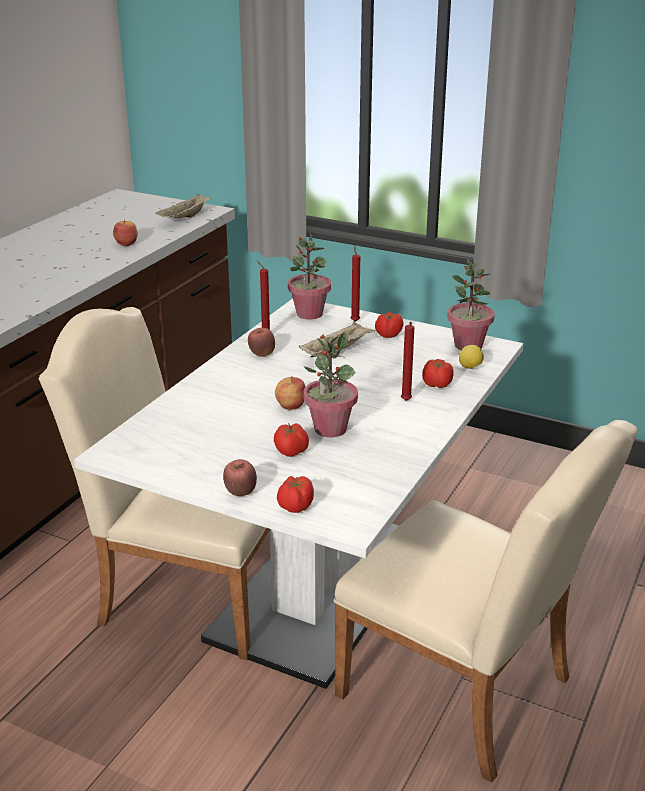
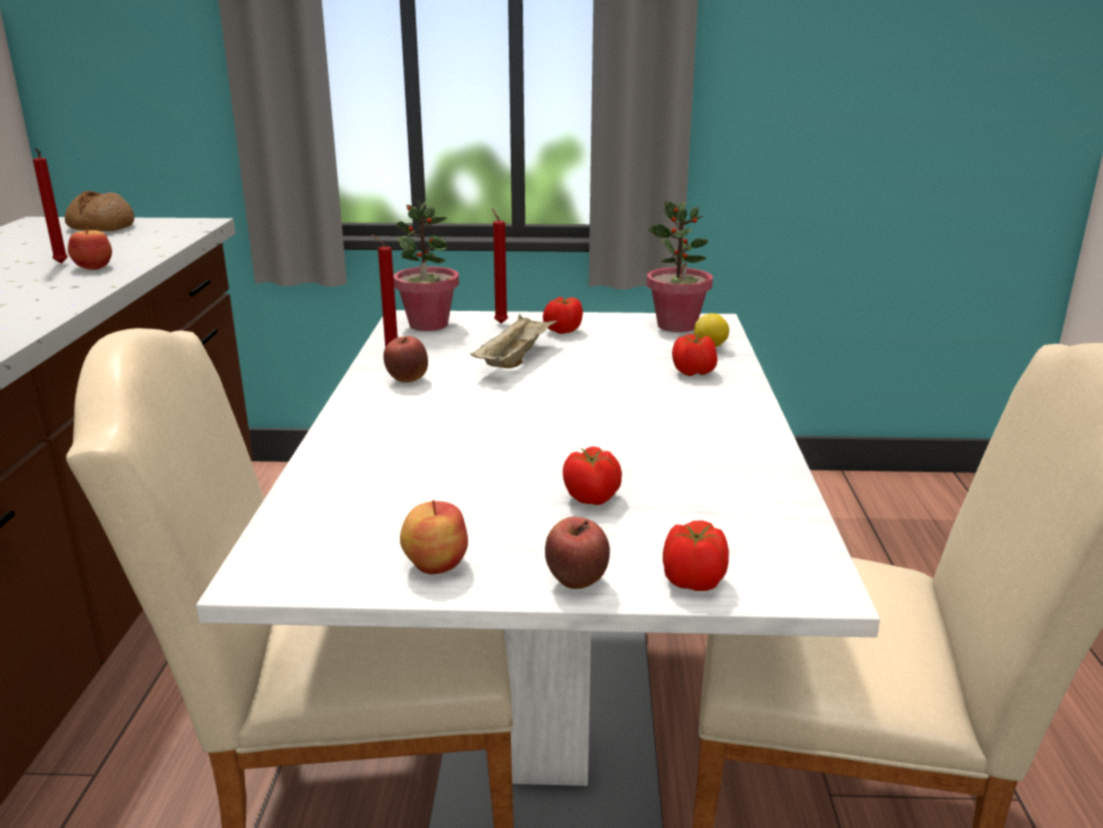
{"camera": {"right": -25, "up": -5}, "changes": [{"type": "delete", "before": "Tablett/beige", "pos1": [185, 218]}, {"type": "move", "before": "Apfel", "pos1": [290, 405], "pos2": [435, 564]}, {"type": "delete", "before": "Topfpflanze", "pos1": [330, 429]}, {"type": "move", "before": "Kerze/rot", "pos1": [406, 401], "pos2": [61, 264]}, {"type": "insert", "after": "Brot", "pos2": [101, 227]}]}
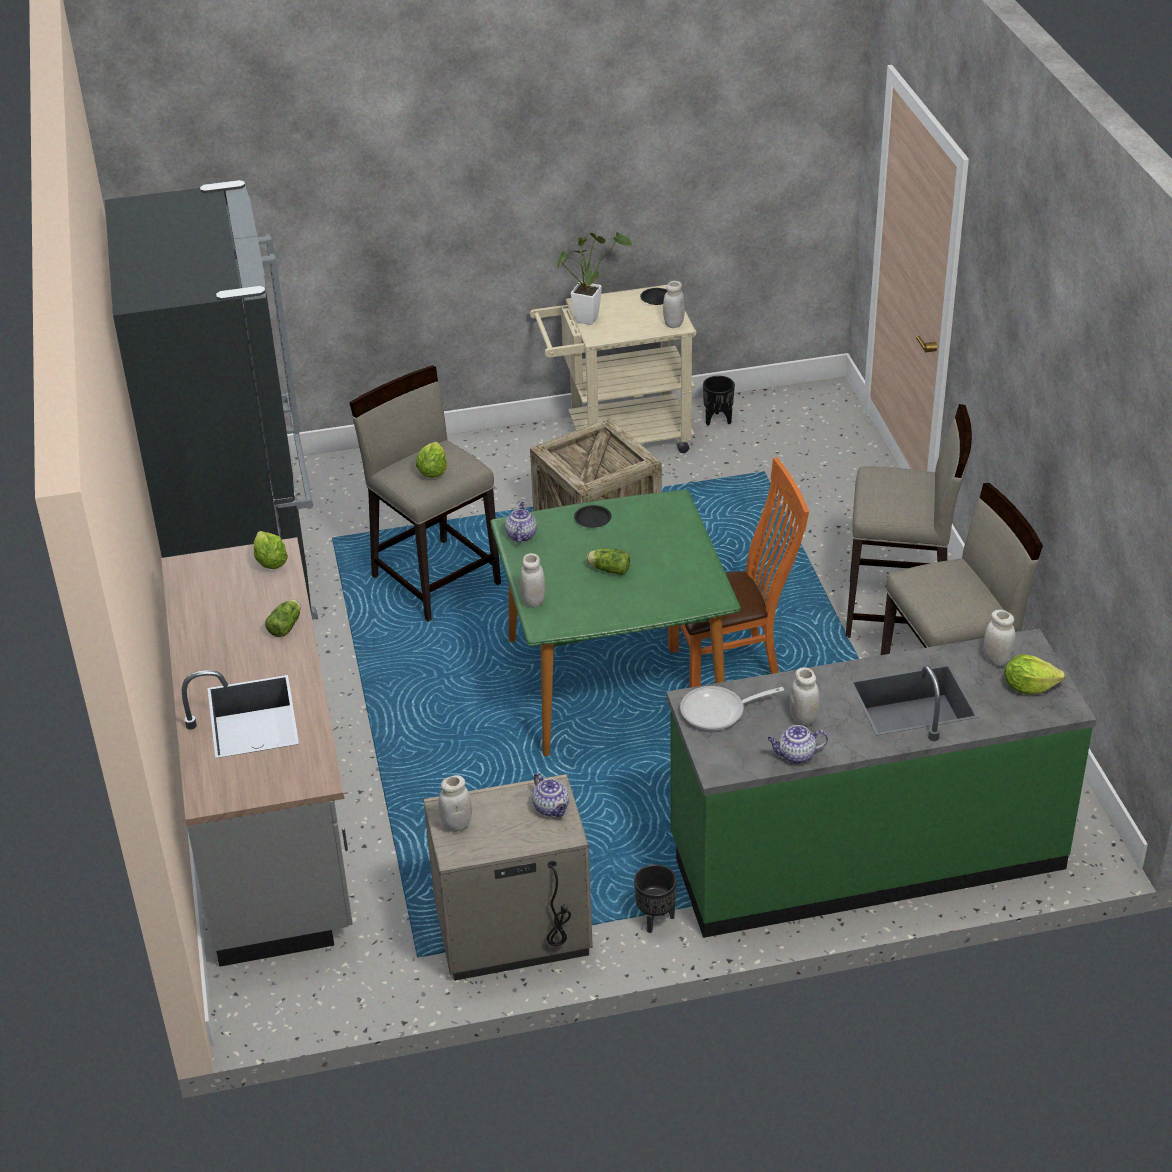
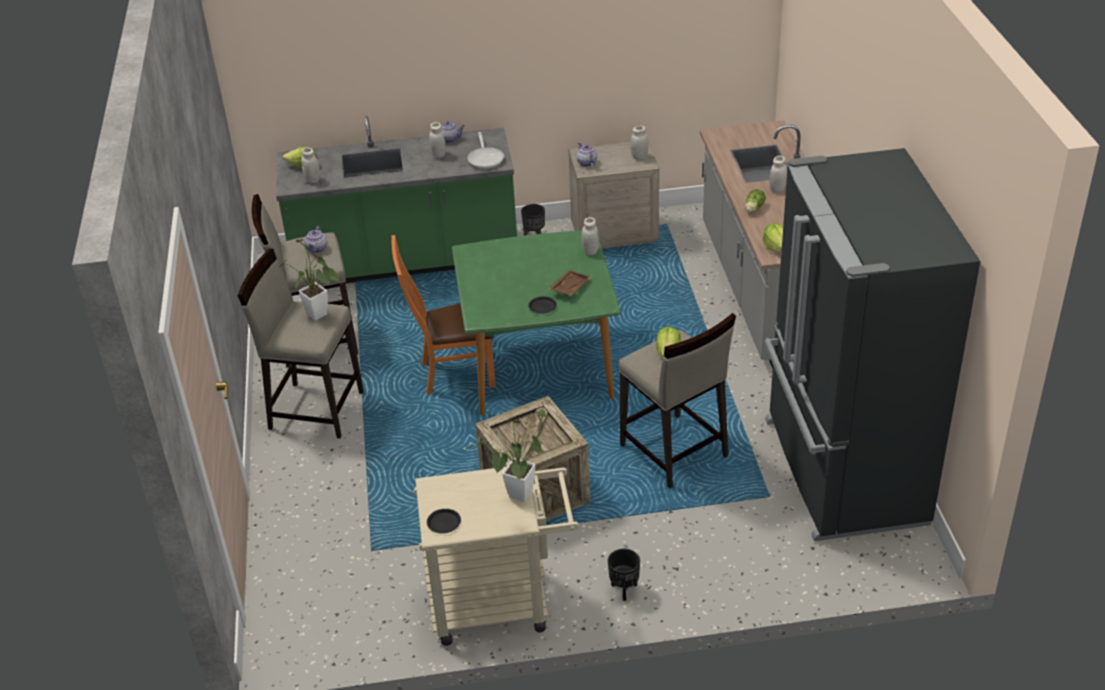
{"camera": {"right": -175, "up": 0}, "changes": [{"type": "move", "before": "Teekanne", "pos1": [521, 535], "pos2": [317, 249]}, {"type": "delete", "before": "Salatkopf", "pos1": [608, 569]}, {"type": "move", "before": "Vorratsglas/weiß", "pos1": [673, 324], "pos2": [777, 189]}, {"type": "rotate", "before": "Pfanne", "pos1": [718, 712], "pos2": [486, 158], "turn": 90}, {"type": "move", "before": "Pflanzkübel/schwarz", "pos1": [718, 420], "pos2": [624, 590]}, {"type": "insert", "after": "Topfpflanze", "pos2": [319, 317]}, {"type": "insert", "after": "Tablett/braun", "pos2": [569, 287]}]}
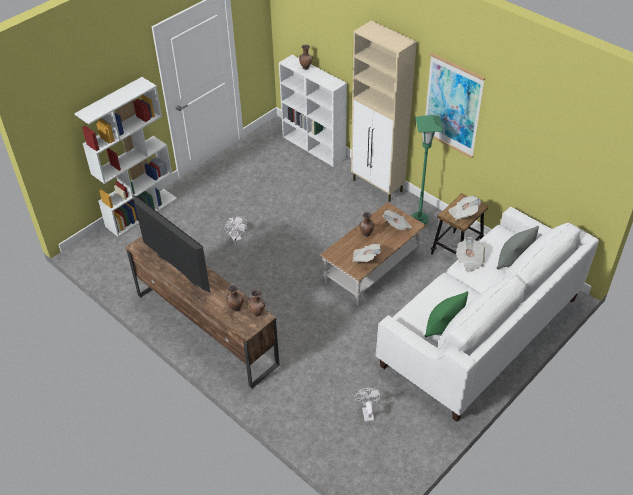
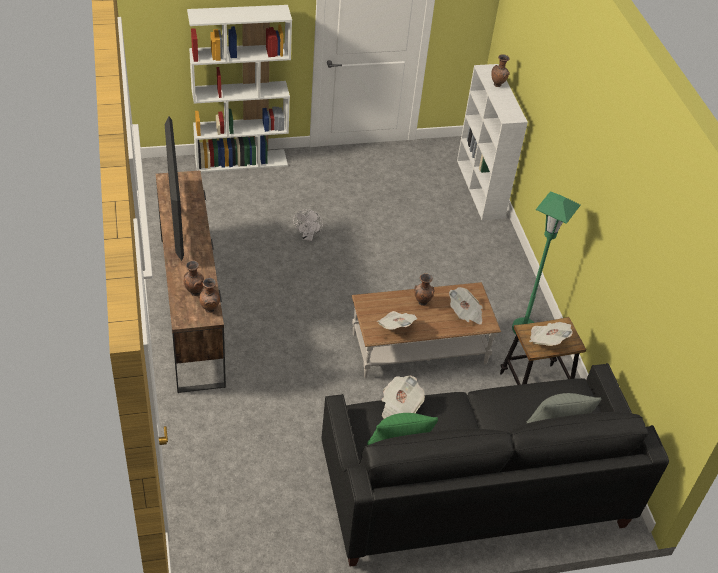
{"camera": {"right": 30, "up": 0}, "changes": [{"type": "delete", "before": "Schrank/beige", "pos1": [378, 186]}, {"type": "delete", "before": "Ventilator/weiß", "pos1": [367, 412]}, {"type": "recolor", "before": "Sofa/weiß", "after": "Sofa/schwarz", "pos1": [480, 330], "pos2": [474, 488]}, {"type": "delete", "before": "Bild", "pos1": [453, 106]}, {"type": "move", "before": "Zeitung", "pos1": [469, 260], "pos2": [399, 406]}]}
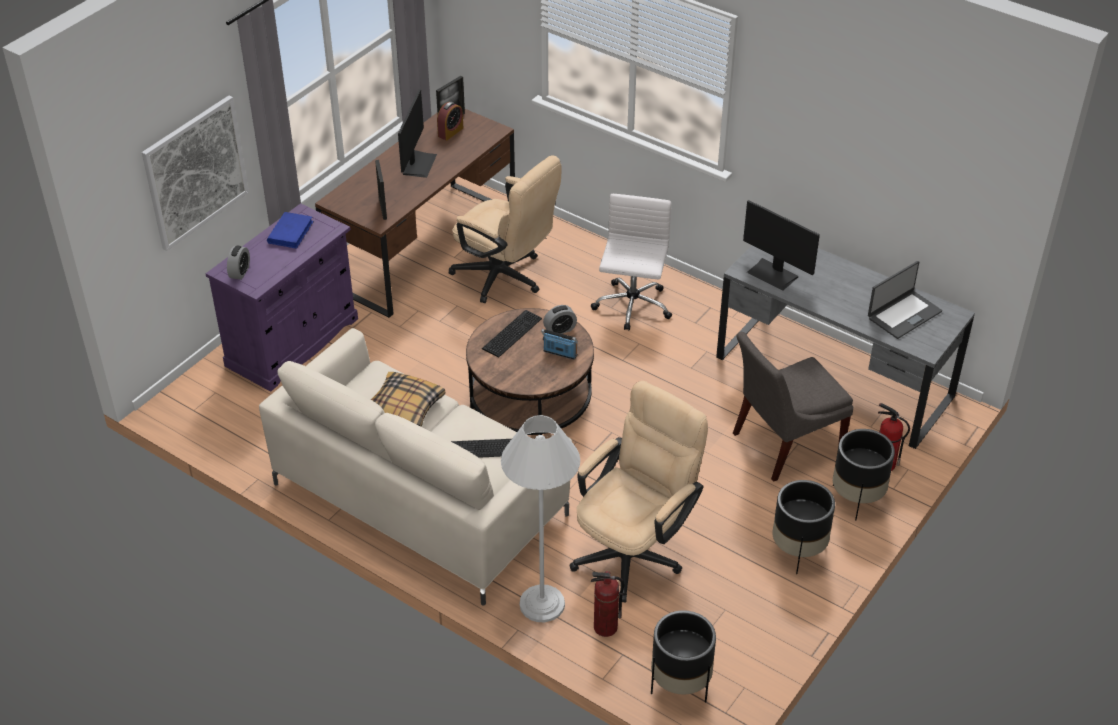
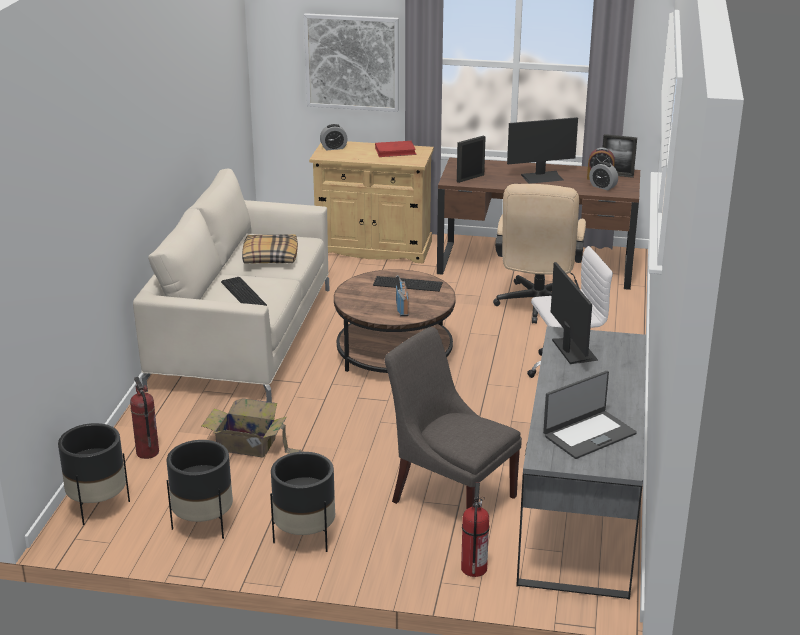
{"camera": {"right": 65, "up": -15}, "changes": [{"type": "recolor", "before": "Schrank/lila", "after": "Schrank/beige", "pos1": [292, 342], "pos2": [373, 248]}, {"type": "recolor", "before": "Buch/blau", "after": "Buch/rot", "pos1": [290, 232], "pos2": [395, 151]}, {"type": "delete", "before": "Stehlampe/weiß", "pos1": [542, 604]}, {"type": "move", "before": "Wecker", "pos1": [560, 330], "pos2": [602, 187]}, {"type": "replace", "before": "Bürostuhl/beige", "after": "Karton", "pos1": [634, 550], "pos2": [248, 445]}, {"type": "rotate", "before": "Monitor", "pos1": [773, 274], "pos2": [573, 350], "turn": 150}, {"type": "move", "before": "Pflanzkübel/schwarz", "pos1": [856, 499], "pos2": [203, 524]}, {"type": "rotate", "before": "Laptop", "pos1": [903, 314], "pos2": [588, 434], "turn": -60}]}
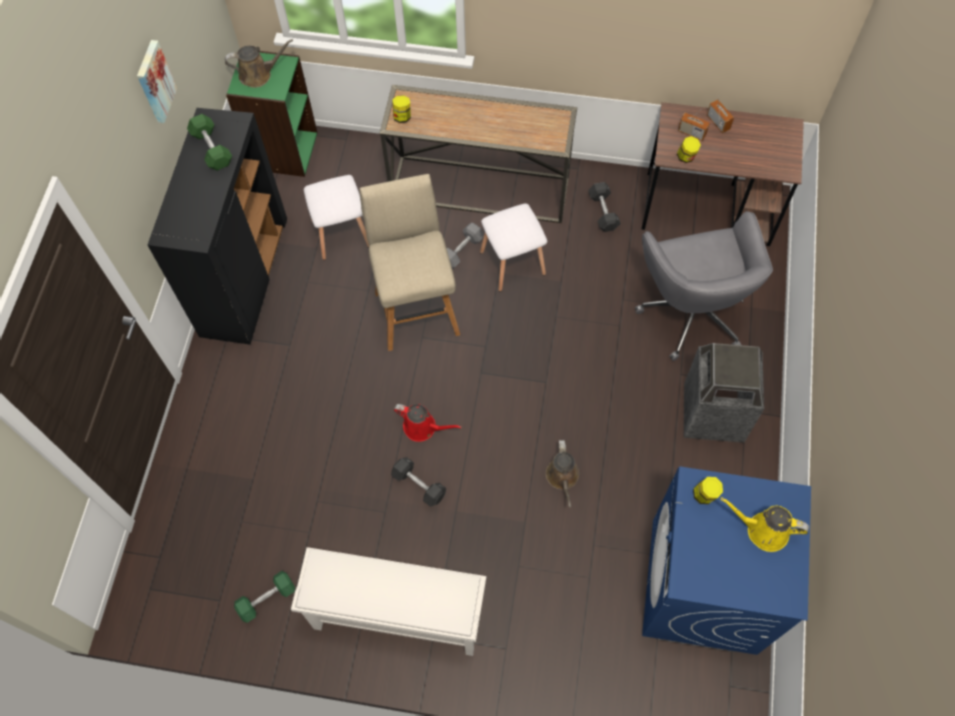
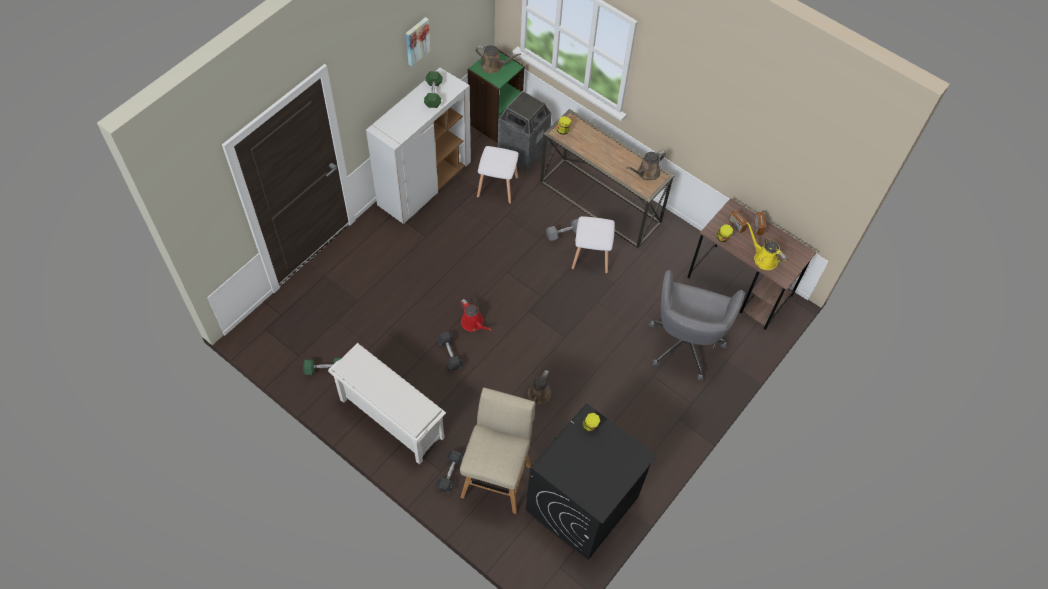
{"camera": {"right": 25, "up": -5}, "changes": [{"type": "recolor", "before": "Schrank/schwarz", "after": "Schrank/weiß", "pos1": [244, 277], "pos2": [424, 184]}, {"type": "move", "before": "Hocker/beige", "pos1": [416, 310], "pos2": [497, 478]}, {"type": "move", "before": "Hantel/grau", "pos1": [603, 212], "pos2": [450, 474]}, {"type": "recolor", "before": "Waschmaschine/blau", "after": "Waschmaschine/schwarz", "pos1": [703, 587], "pos2": [582, 504]}, {"type": "move", "before": "Mülleimer", "pos1": [712, 414], "pos2": [522, 151]}, {"type": "move", "before": "Gießkanne/gelb", "pos1": [763, 530], "pos2": [763, 258]}, {"type": "insert", "after": "Gießkanne/braun", "pos2": [646, 173]}]}
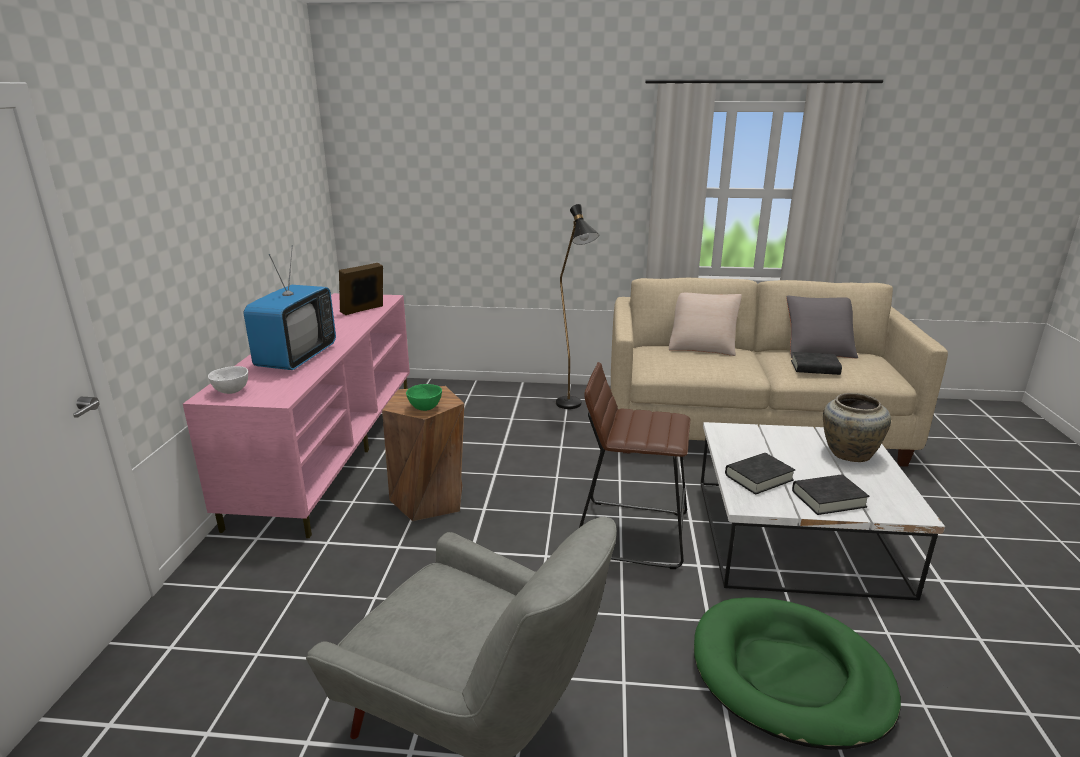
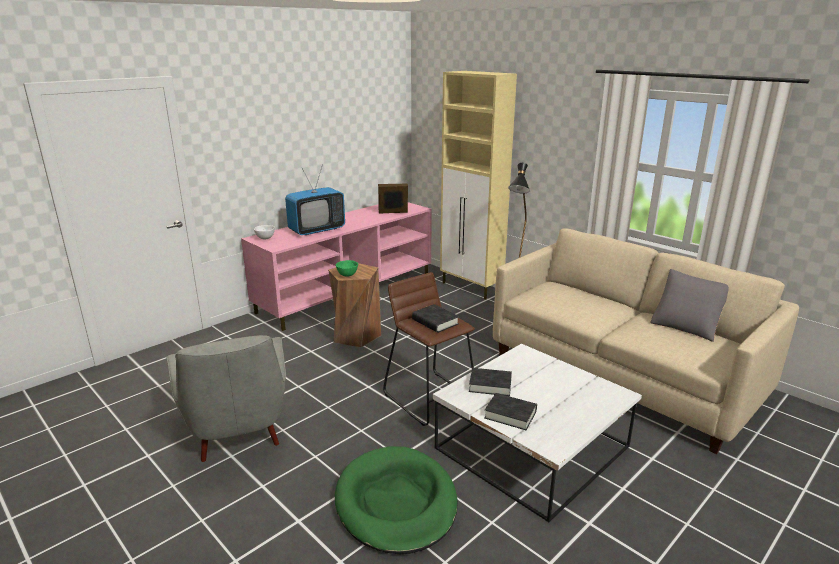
{"camera": {"right": 40, "up": 0}, "changes": [{"type": "delete", "before": "Kissen/beige", "pos1": [702, 347]}, {"type": "move", "before": "Buch/schwarz", "pos1": [815, 368], "pos2": [435, 322]}, {"type": "delete", "before": "Vase/beige", "pos1": [848, 453]}, {"type": "insert", "after": "Schrank/beige", "pos2": [471, 288]}]}
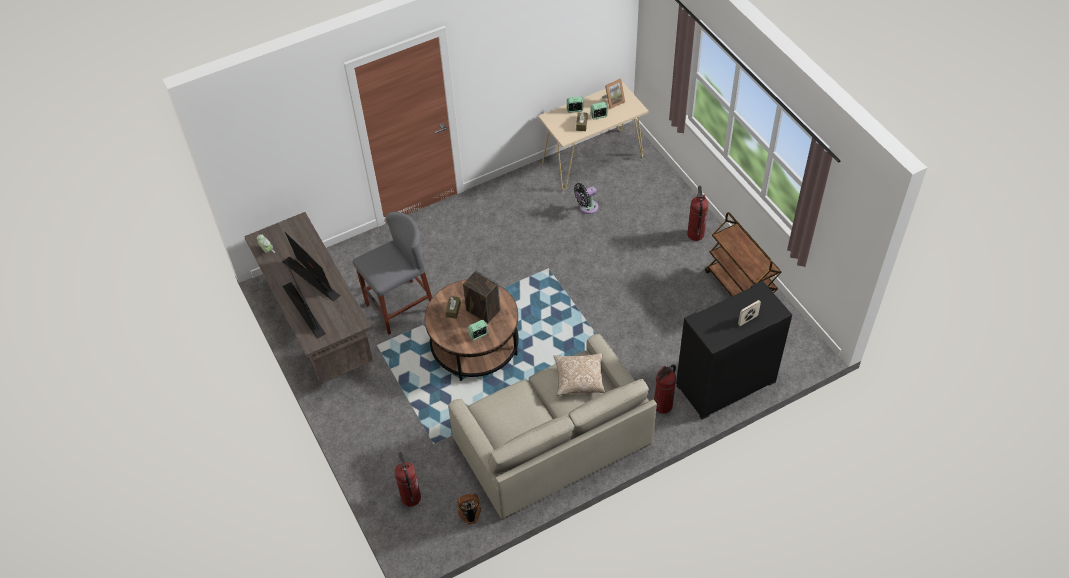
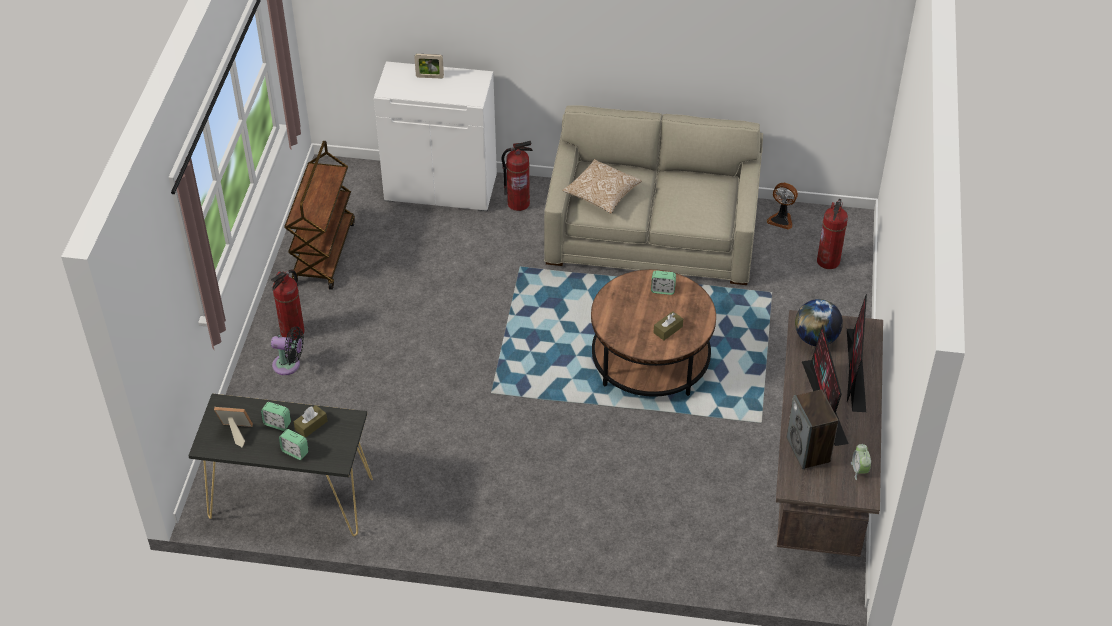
{"camera": {"right": -145, "up": -5}, "changes": [{"type": "delete", "before": "Hocker/grau", "pos1": [400, 307]}, {"type": "move", "before": "Lautsprecher", "pos1": [483, 310], "pos2": [808, 450]}, {"type": "recolor", "before": "Konsolentisch/beige", "after": "Konsolentisch/schwarz", "pos1": [593, 159], "pos2": [290, 498]}, {"type": "move", "before": "Ventilator/schwarz", "pos1": [586, 207], "pos2": [289, 365]}, {"type": "recolor", "before": "Schrank/schwarz", "after": "Schrank/weiß", "pos1": [725, 384], "pos2": [441, 187]}, {"type": "insert", "after": "Globus", "pos2": [816, 338]}]}
